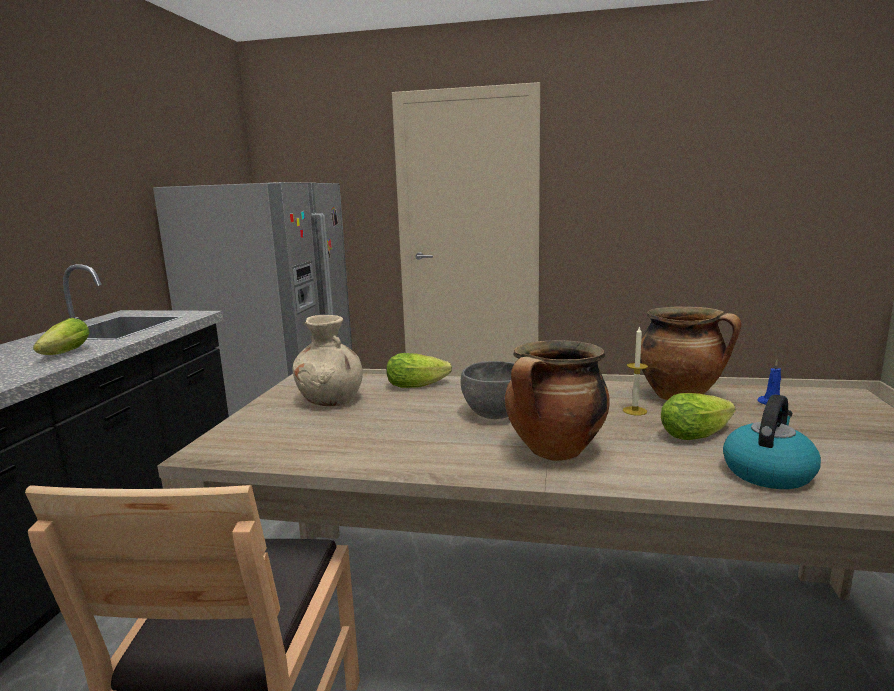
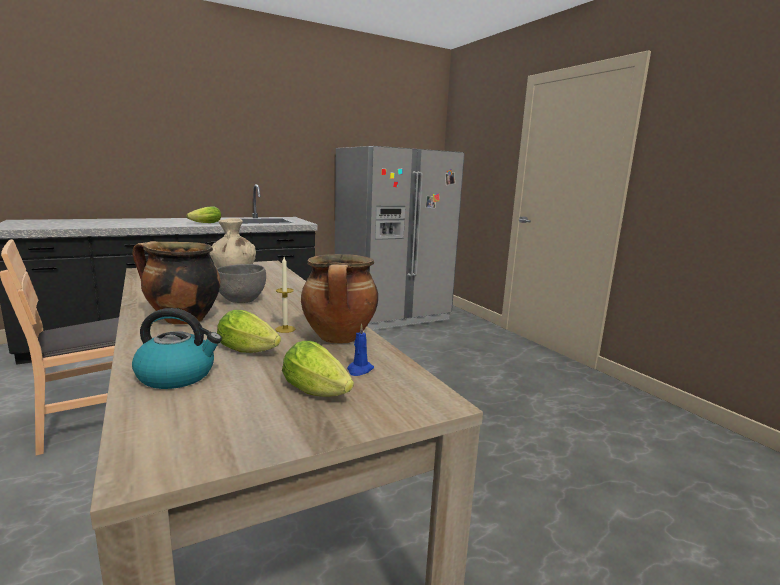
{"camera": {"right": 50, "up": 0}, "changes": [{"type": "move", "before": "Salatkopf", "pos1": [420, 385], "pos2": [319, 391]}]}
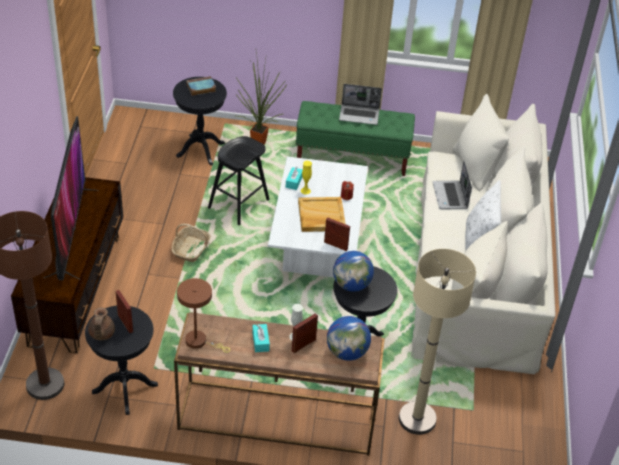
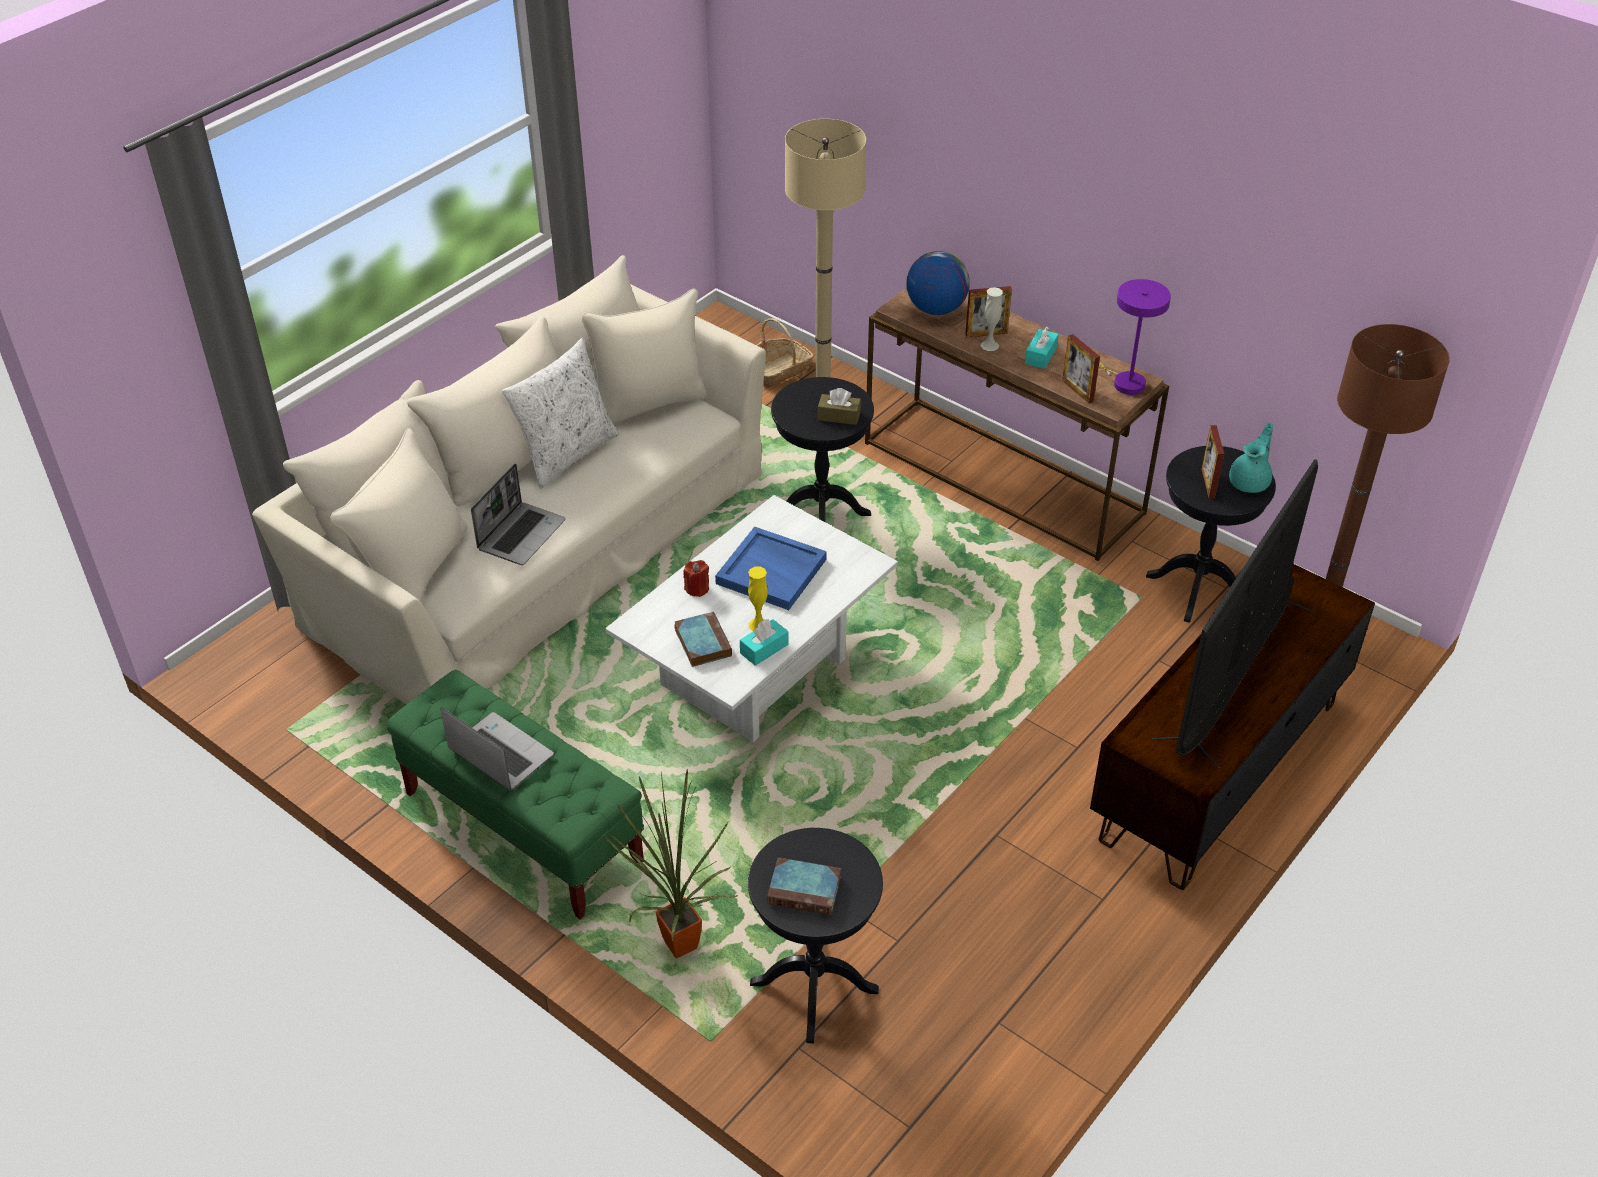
{"camera": {"right": -145, "up": 0}, "changes": [{"type": "recolor", "before": "Teekanne/braun", "after": "Teekanne/türkis", "pos1": [101, 334], "pos2": [1250, 482]}, {"type": "move", "before": "Korb", "pos1": [191, 249], "pos2": [778, 370]}, {"type": "recolor", "before": "Tischlampe/braun", "after": "Tischlampe/lila", "pos1": [199, 341], "pos2": [1124, 382]}, {"type": "delete", "before": "Hocker/schwarz", "pos1": [238, 204]}, {"type": "recolor", "before": "Tablett/beige", "after": "Tablett/blau", "pos1": [321, 216], "pos2": [772, 571]}, {"type": "move", "before": "Bilderrahmen", "pos1": [335, 245], "pos2": [1077, 391]}, {"type": "replace", "before": "Globus", "after": "Taschentuchbox/braun", "pos1": [352, 285], "pos2": [839, 416]}, {"type": "insert", "after": "Buch", "pos2": [702, 642]}]}
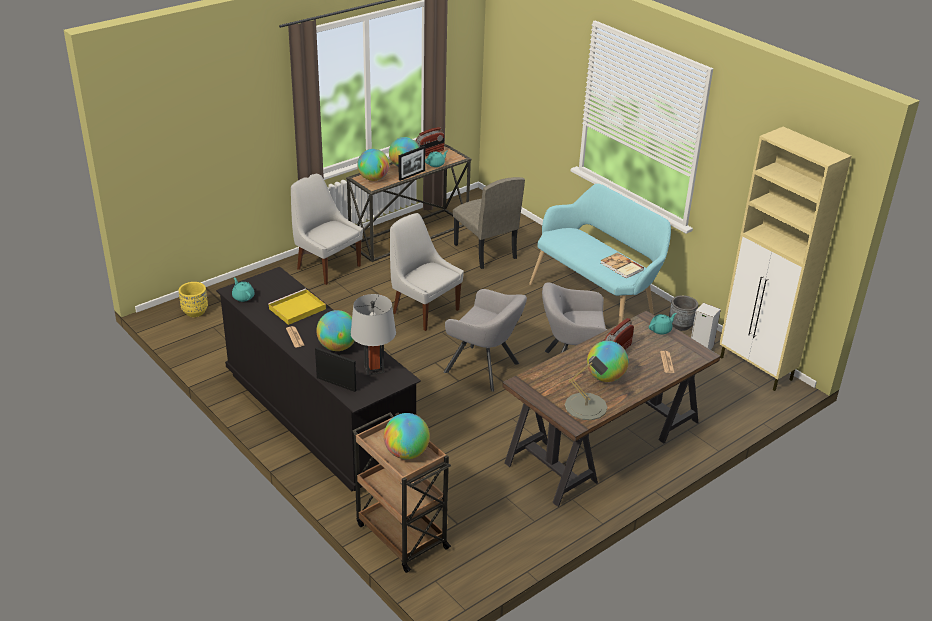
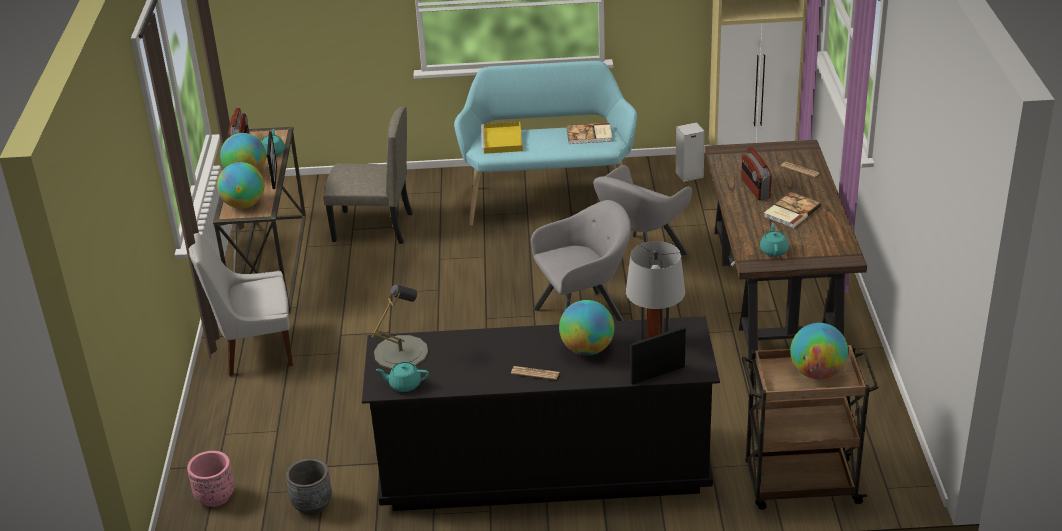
{"camera": {"right": -50, "up": 0}, "changes": [{"type": "recolor", "before": "Pflanzkübel/gelb", "after": "Pflanzkübel/rosa", "pos1": [195, 312], "pos2": [215, 496]}, {"type": "move", "before": "Tablett/gelb", "pos1": [296, 309], "pos2": [502, 141]}, {"type": "delete", "before": "Stuhl/weiß", "pos1": [423, 310]}, {"type": "move", "before": "Tischlampe/grau", "pos1": [586, 406], "pos2": [401, 352]}, {"type": "replace", "before": "Globus", "after": "Buch", "pos1": [605, 377], "pos2": [790, 212]}, {"type": "move", "before": "Teekanne/türkis", "pos1": [661, 330], "pos2": [774, 250]}, {"type": "move", "before": "Pflanzkübel/grau", "pos1": [681, 325], "pos2": [312, 505]}]}
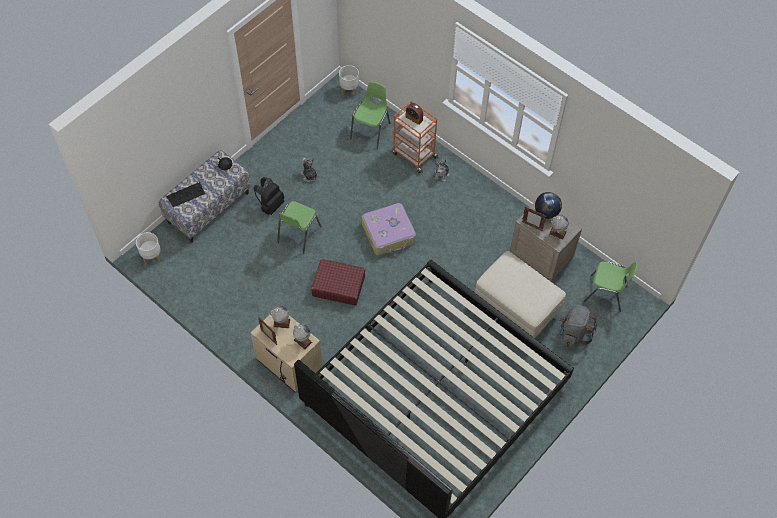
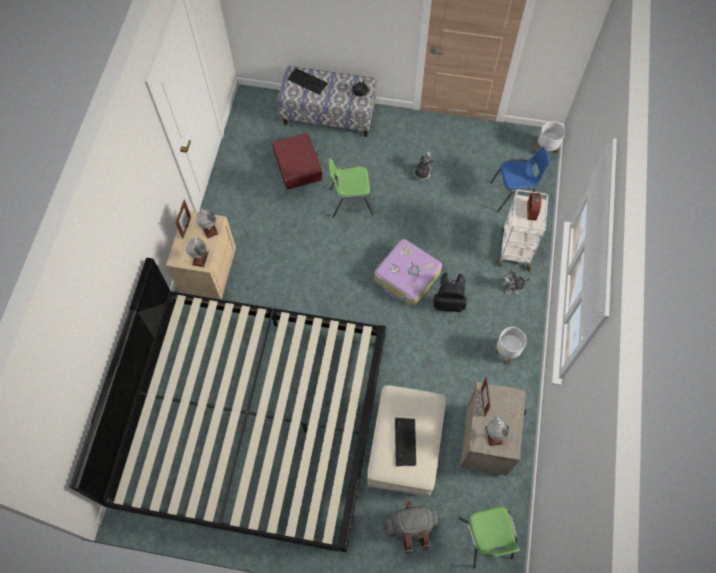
{"camera": {"right": 60, "up": 5}, "changes": [{"type": "move", "before": "Pflanzkübel/weiß", "pos1": [152, 256], "pos2": [507, 352]}, {"type": "move", "before": "Rucksack/schwarz", "pos1": [270, 205], "pos2": [449, 302]}, {"type": "move", "before": "Koffer/rot", "pos1": [338, 286], "pos2": [298, 166]}, {"type": "recolor", "before": "Stuhl/grün", "after": "Stuhl/blau", "pos1": [371, 131], "pos2": [514, 194]}, {"type": "recolor", "before": "Rollwagen/orange", "after": "Rollwagen/weiß", "pos1": [414, 155], "pos2": [515, 248]}, {"type": "delete", "before": "Globus", "pos1": [546, 212]}, {"type": "insert", "after": "Tastatur", "pos2": [405, 442]}]}
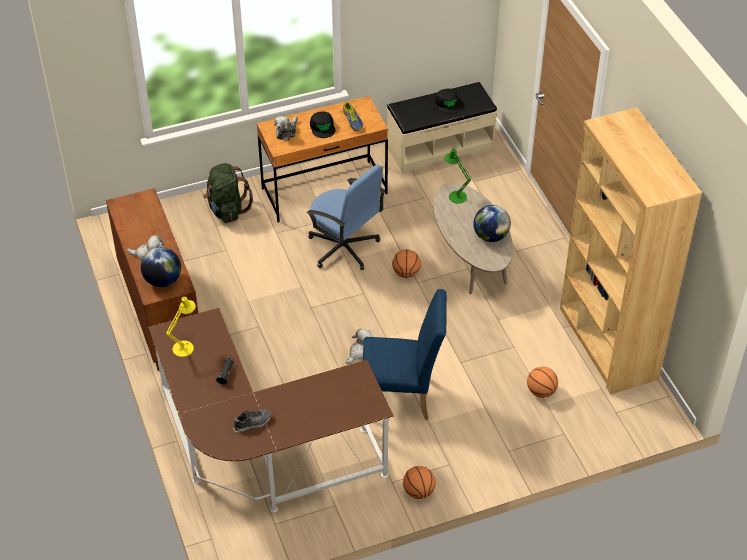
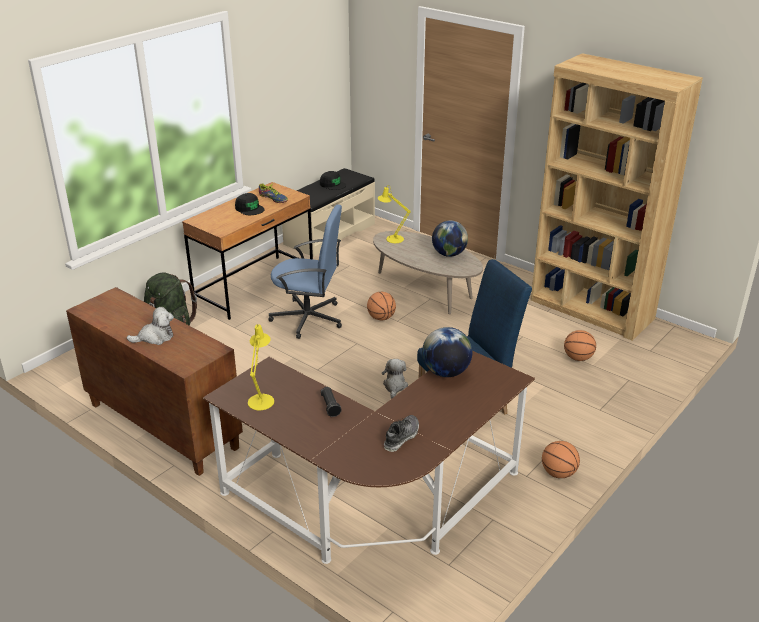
{"camera": {"right": -30, "up": -15}, "changes": [{"type": "move", "before": "Globus", "pos1": [163, 280], "pos2": [446, 372]}, {"type": "delete", "before": "Plüschtier", "pos1": [287, 132]}, {"type": "recolor", "before": "Tischlampe/grün", "after": "Tischlampe/gelb", "pos1": [455, 195], "pos2": [392, 238]}]}
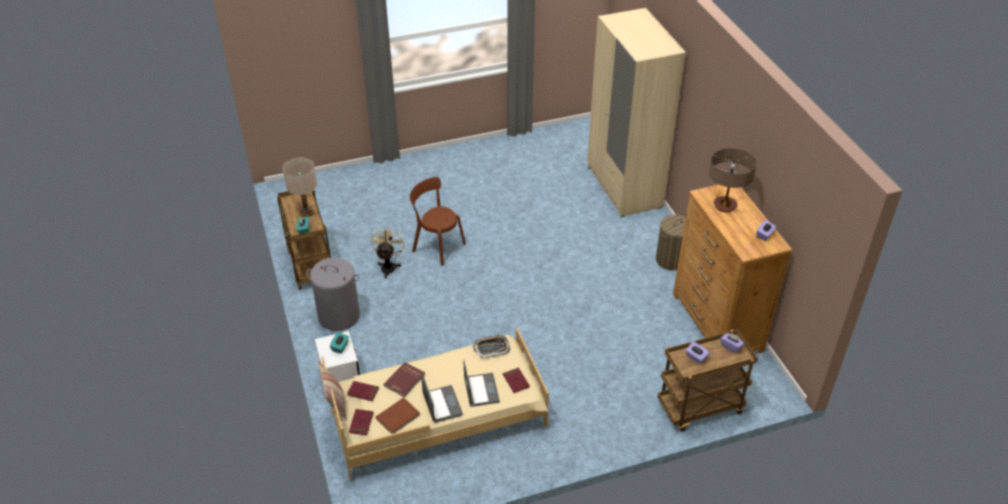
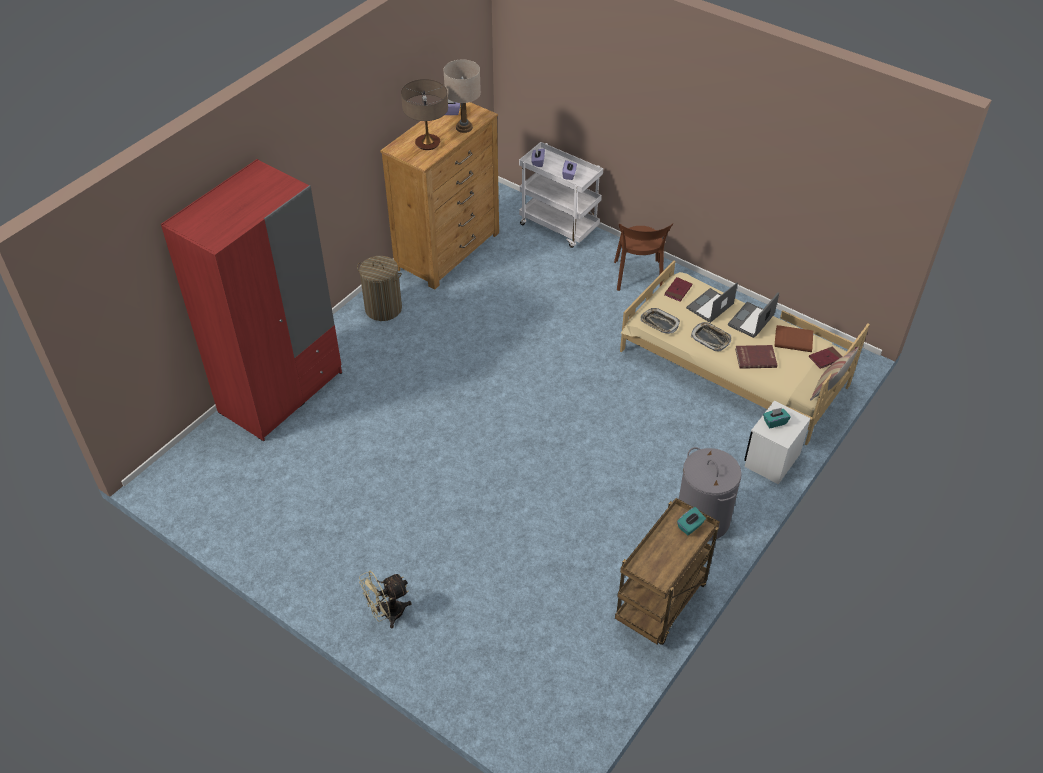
{"camera": {"right": -125, "up": 5}, "changes": [{"type": "move", "before": "Tischlampe/beige", "pos1": [306, 212], "pos2": [464, 128]}, {"type": "delete", "before": "Buch/rot", "pos1": [363, 392]}, {"type": "move", "before": "Ventilator/beige", "pos1": [389, 266], "pos2": [387, 614]}, {"type": "move", "before": "Stuhl/braun", "pos1": [437, 246], "pos2": [638, 277]}, {"type": "recolor", "before": "Kleiderschrank/beige", "after": "Kleiderschrank/rot", "pos1": [624, 187], "pos2": [281, 392]}, {"type": "recolor", "before": "Rollwagen/braun", "after": "Rollwagen/weiß", "pos1": [699, 409], "pos2": [559, 227]}, {"type": "insert", "after": "Tablett", "pos2": [710, 338]}]}
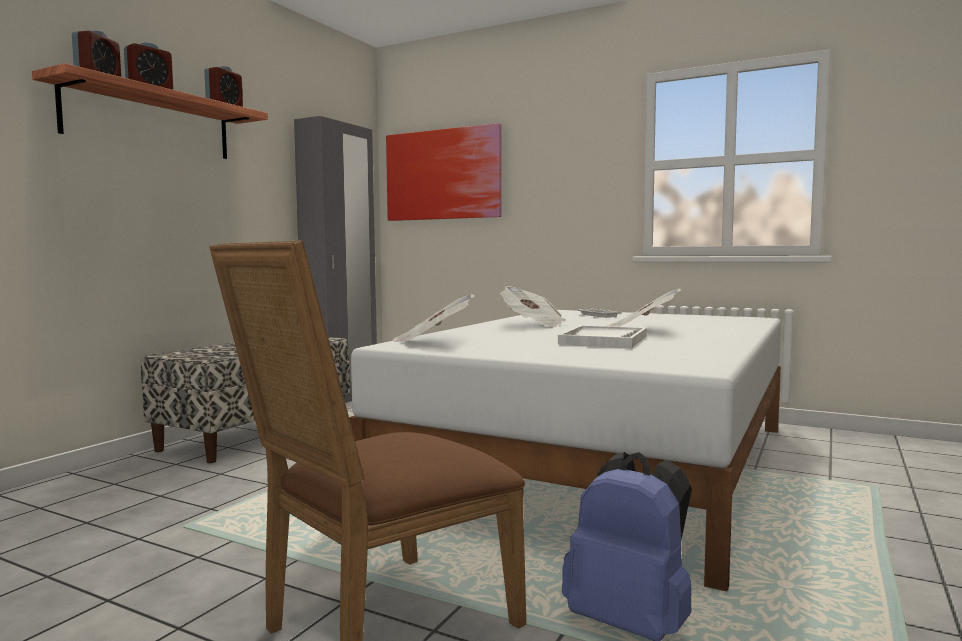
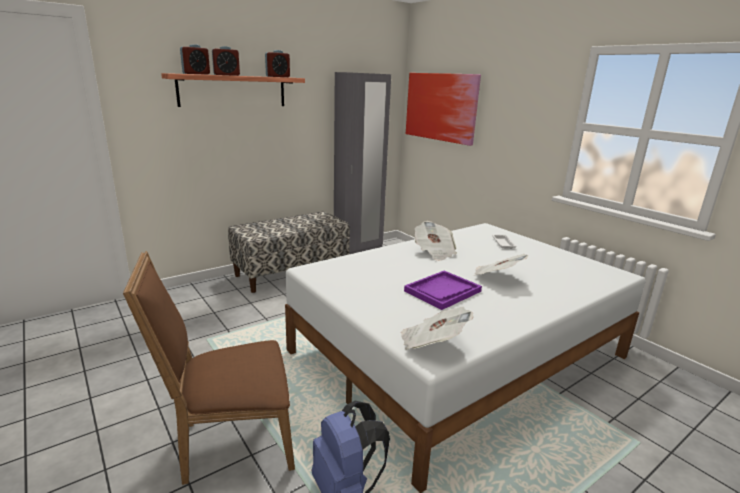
{"camera": {"right": 25, "up": 15}, "changes": [{"type": "move", "before": "Zeitung", "pos1": [433, 341], "pos2": [432, 343]}, {"type": "recolor", "before": "Tablett/weiß", "after": "Tablett/lila", "pos1": [604, 340], "pos2": [442, 291]}]}
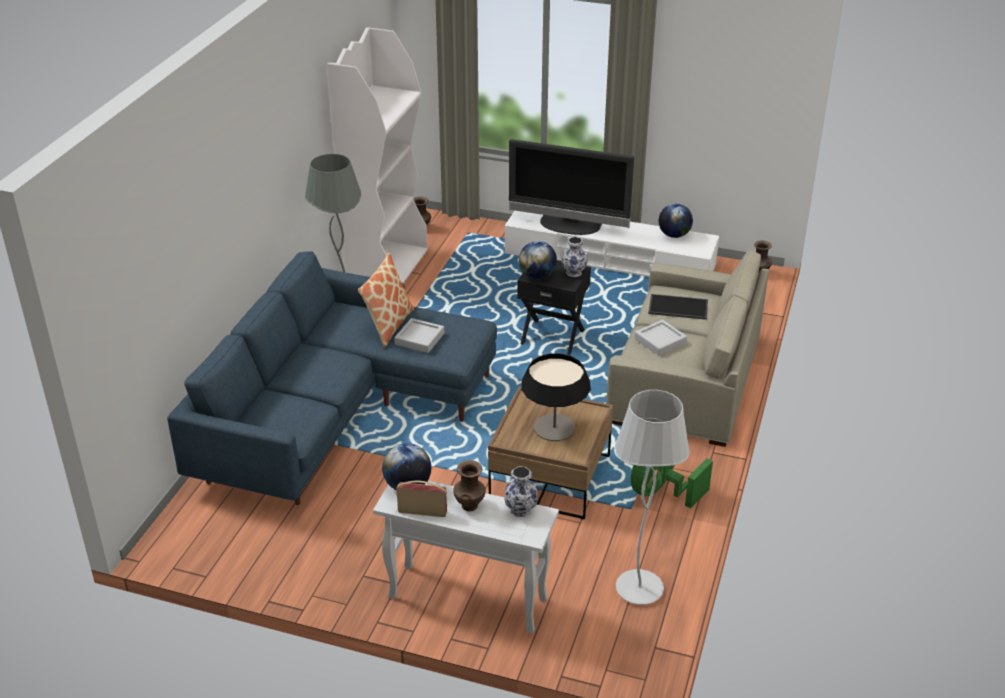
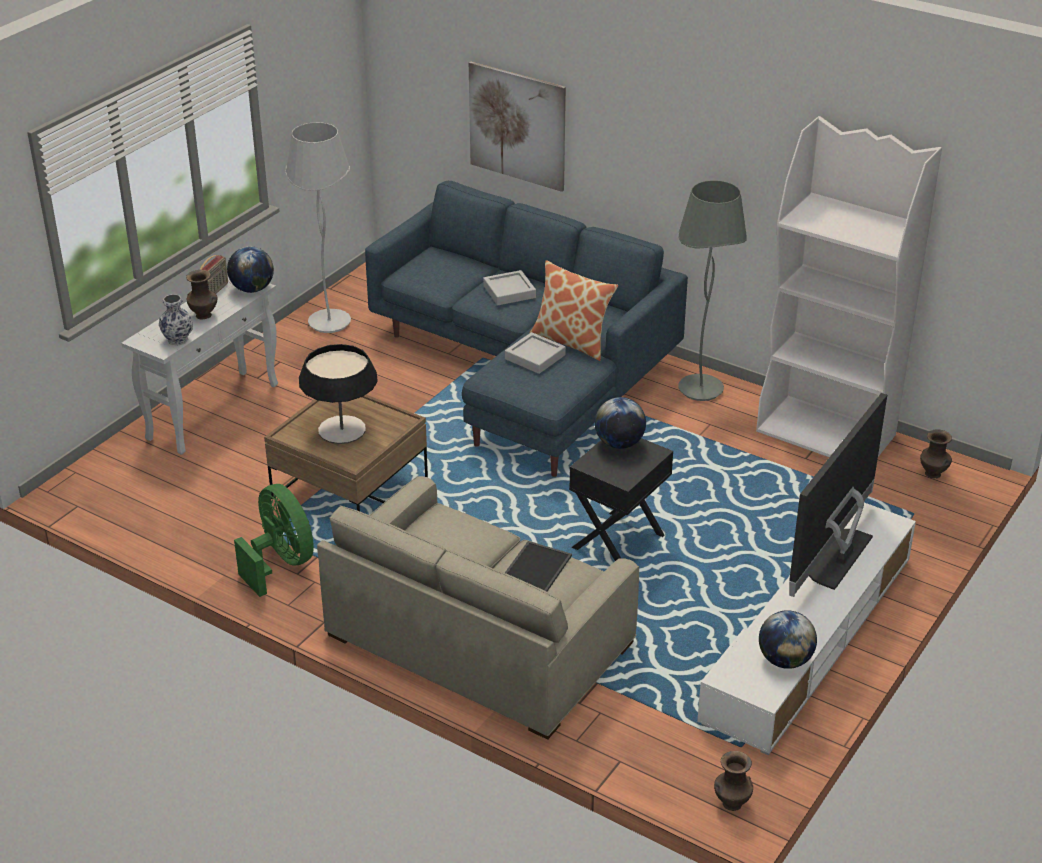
{"camera": {"right": 105, "up": 0}, "changes": [{"type": "delete", "before": "Vase", "pos1": [574, 272]}, {"type": "move", "before": "Stehlampe/weiß", "pos1": [639, 589], "pos2": [330, 323]}, {"type": "move", "before": "Tablett/grau", "pos1": [660, 341], "pos2": [509, 292]}, {"type": "insert", "after": "Bild", "pos2": [517, 126]}]}
